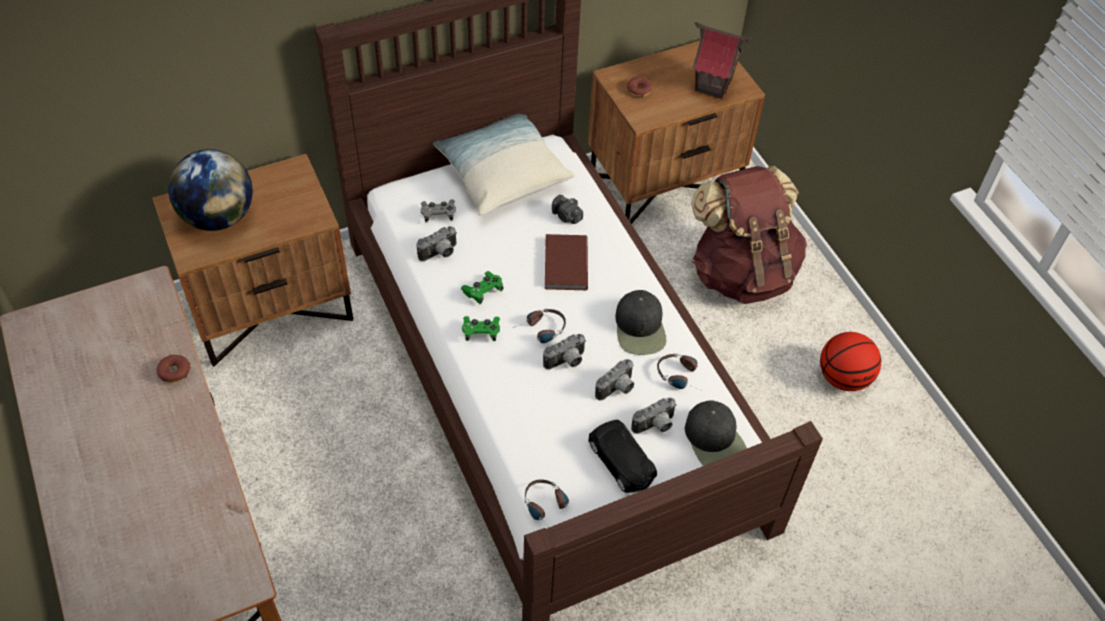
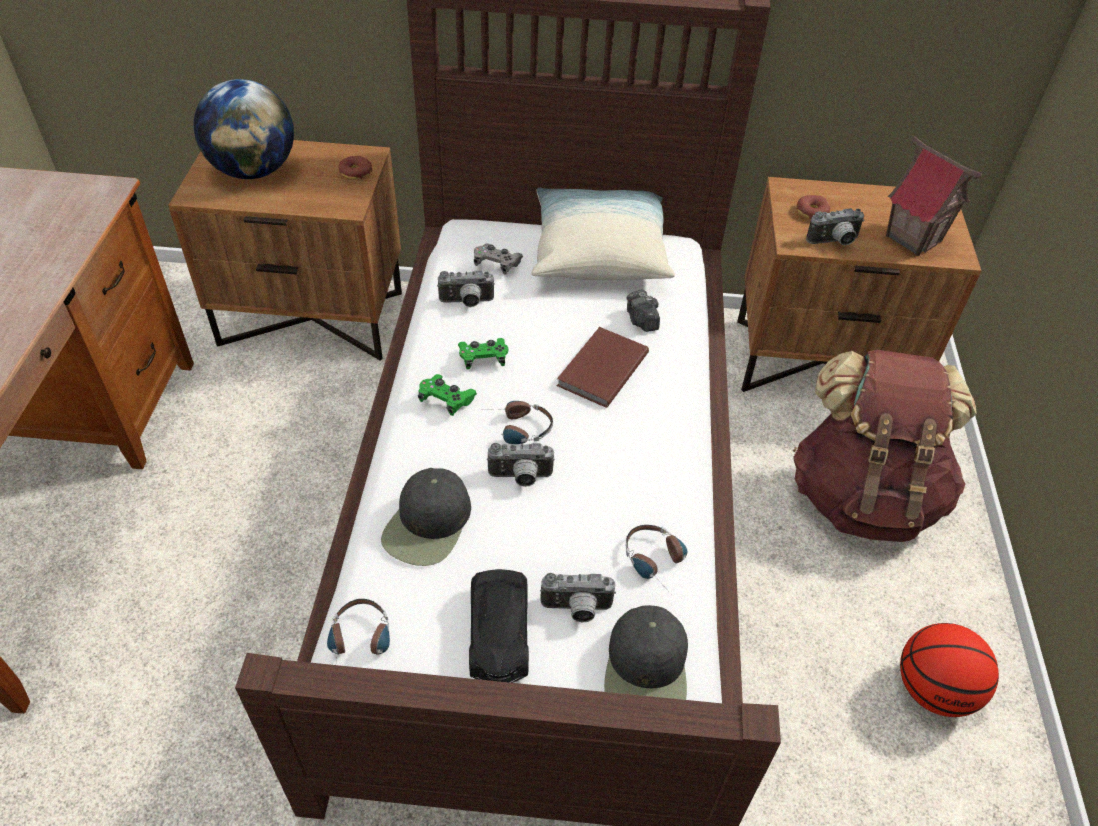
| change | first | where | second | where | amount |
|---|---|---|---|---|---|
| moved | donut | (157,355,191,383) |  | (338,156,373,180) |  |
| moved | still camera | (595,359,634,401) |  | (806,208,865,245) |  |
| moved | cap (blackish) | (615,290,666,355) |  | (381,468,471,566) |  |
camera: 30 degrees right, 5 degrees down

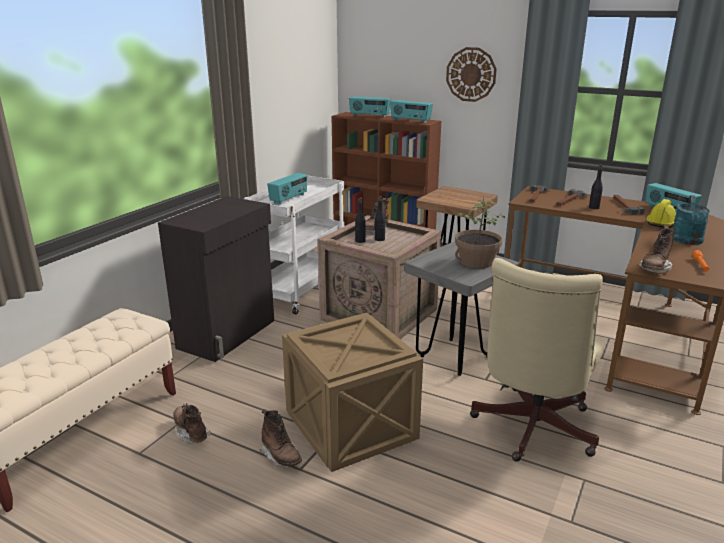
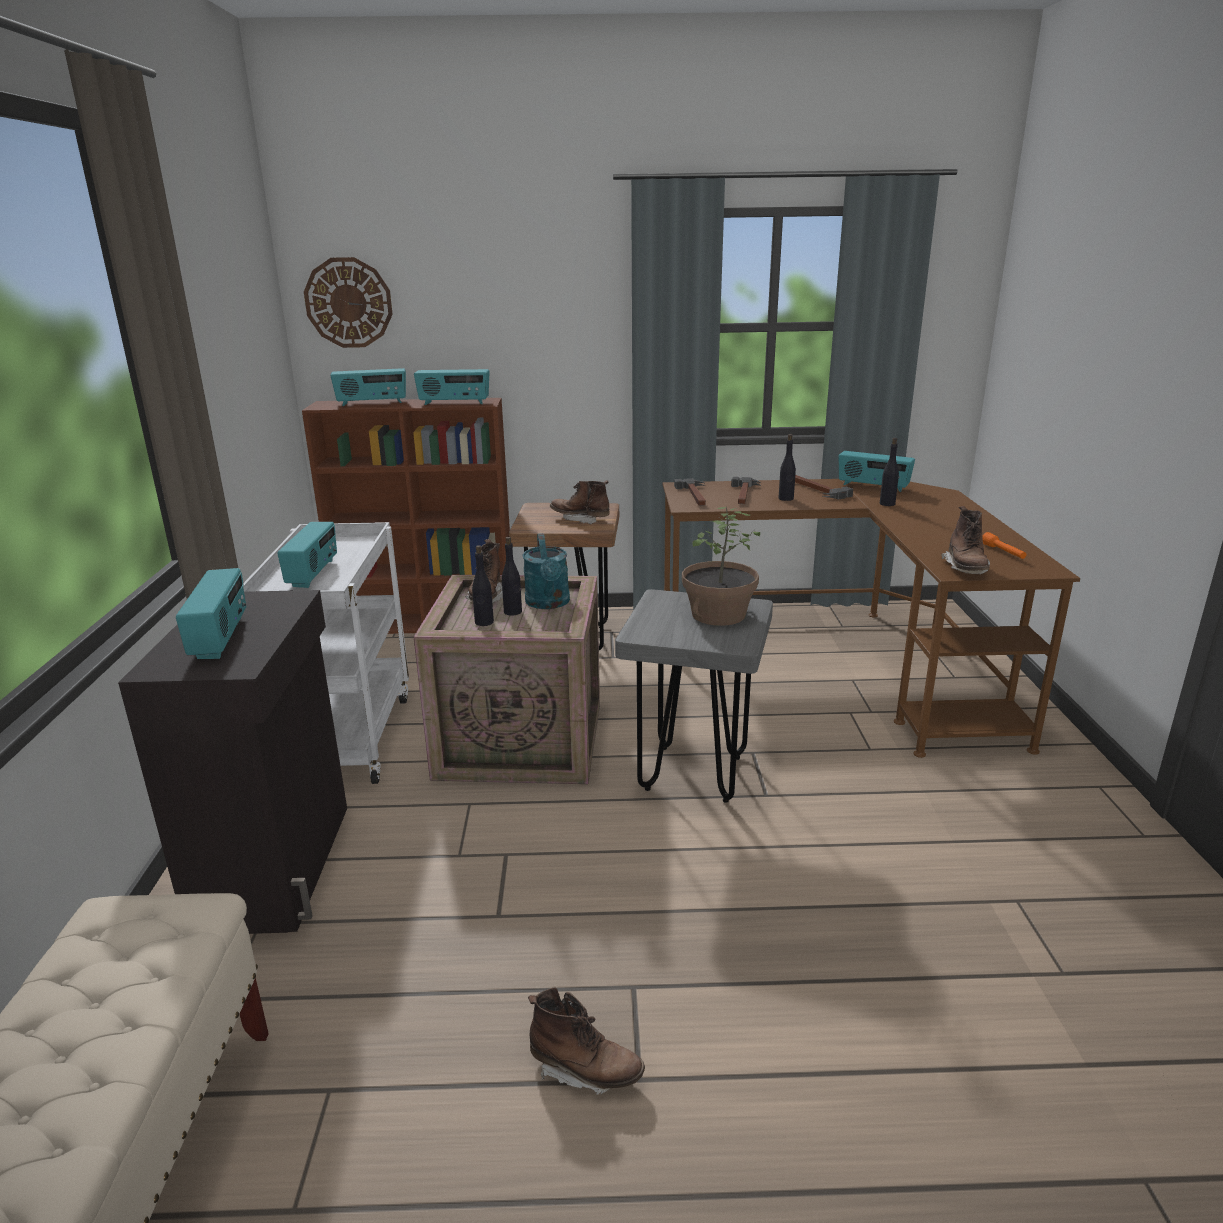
| change | first | where | second | where | amount |
|---|---|---|---|---|---|
| moved | high-top boot (brown) | (173,403,210,444) |  | (550,480,610,524) |  |
| removed | crate | (282,313,423,472) |  |  |  |
| moved | hanging clock | (446,47,497,102) |  | (304,257,393,348) |  |
| removed | office chair (sand-coloured) | (470,258,603,462) |  |  |  |
| replaced | safety helmet (yellow-coloured) | (647,199,676,228) | drink bottle (blackish) | (880,438,899,506) |  |
| moved | watering can (turquoise-coloured) | (673,195,710,245) |  | (523,533,570,609) |  |
| added |  |  | radio receiver | (176,568,246,659) |  |
camera: 30 degrees left, 0 degrees up

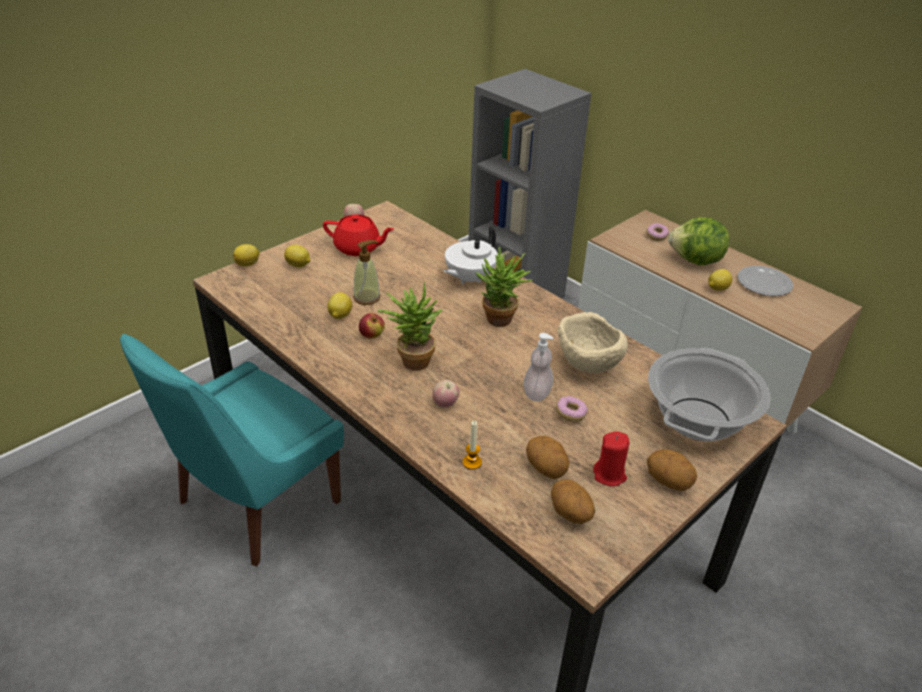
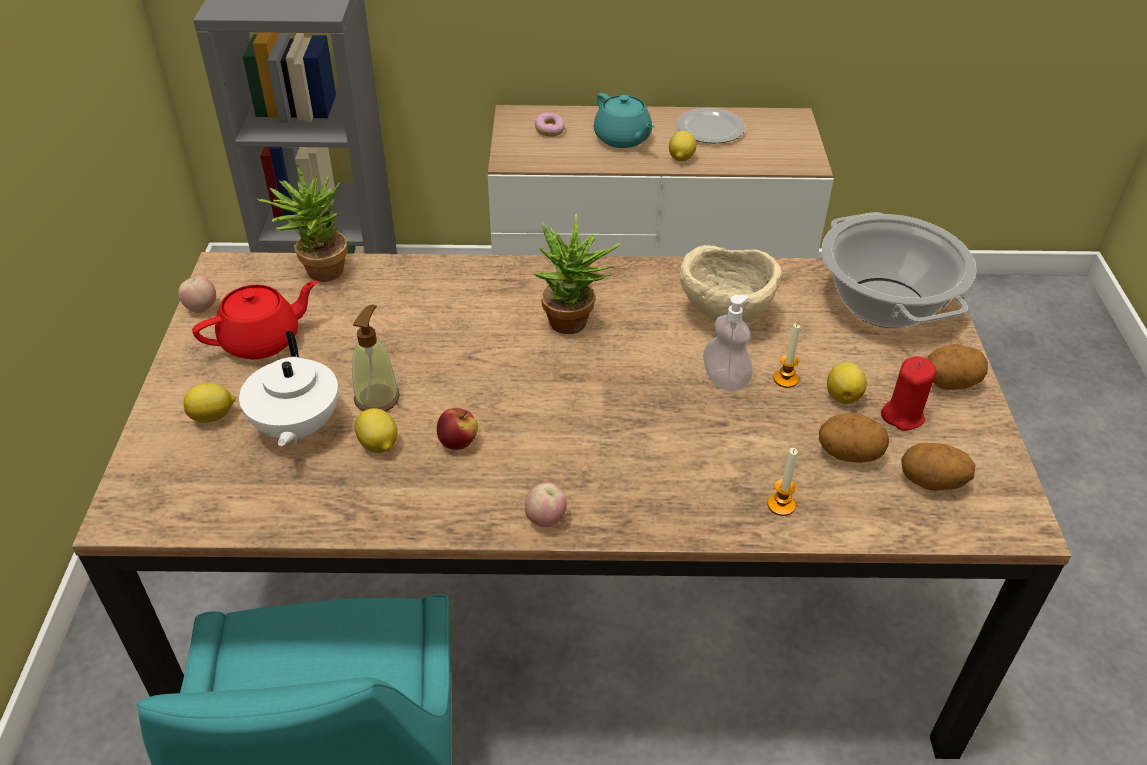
| change | first | where | second | where | amount |
|---|---|---|---|---|---|
| moved | whole lemon | (233,244,260,267) |  | (827,362,867,404) |  |
| moved | houseplant | (378,282,442,371) |  | (257,163,348,282) |  |
| moved | apple fruit | (432,380,459,407) |  | (525,483,567,527) |  |
| moved | teapot (white-coloured) | (444,227,498,284) |  | (239,331,338,446) |  |
| replaced | donut | (556,396,588,422) | wax light | (773,323,800,388) |  |
| replaced | head of lettuce | (668,217,729,266) | teapot (turquoise-coloured) | (594,93,654,148) |  |
camera: 45 degrees left, 5 degrees up

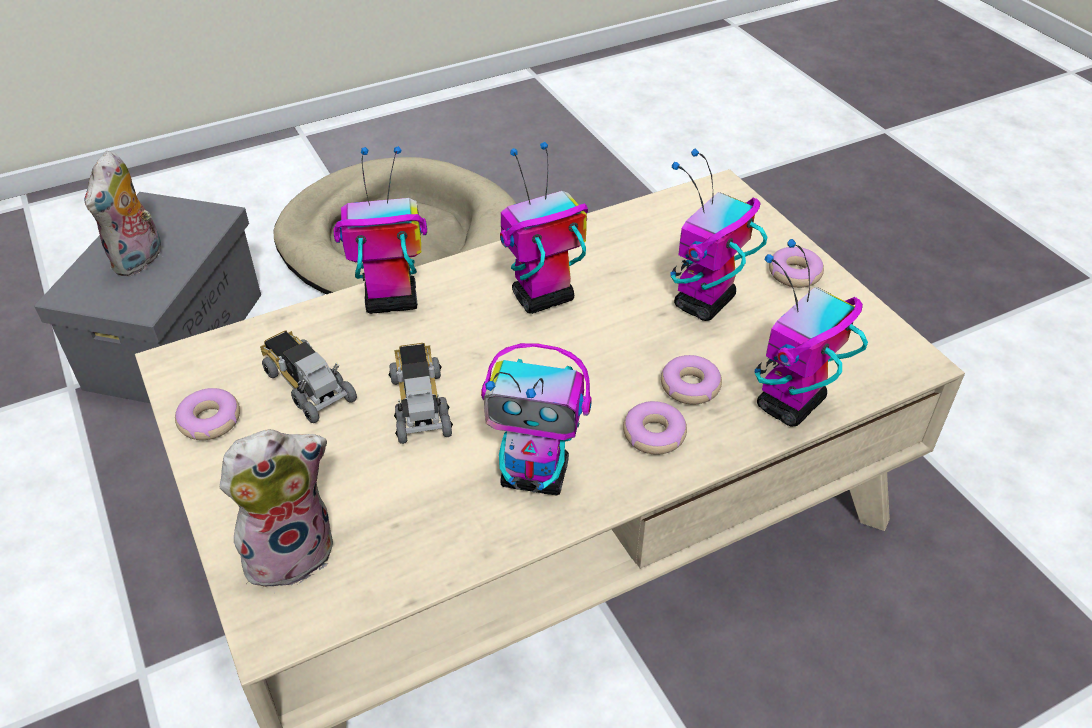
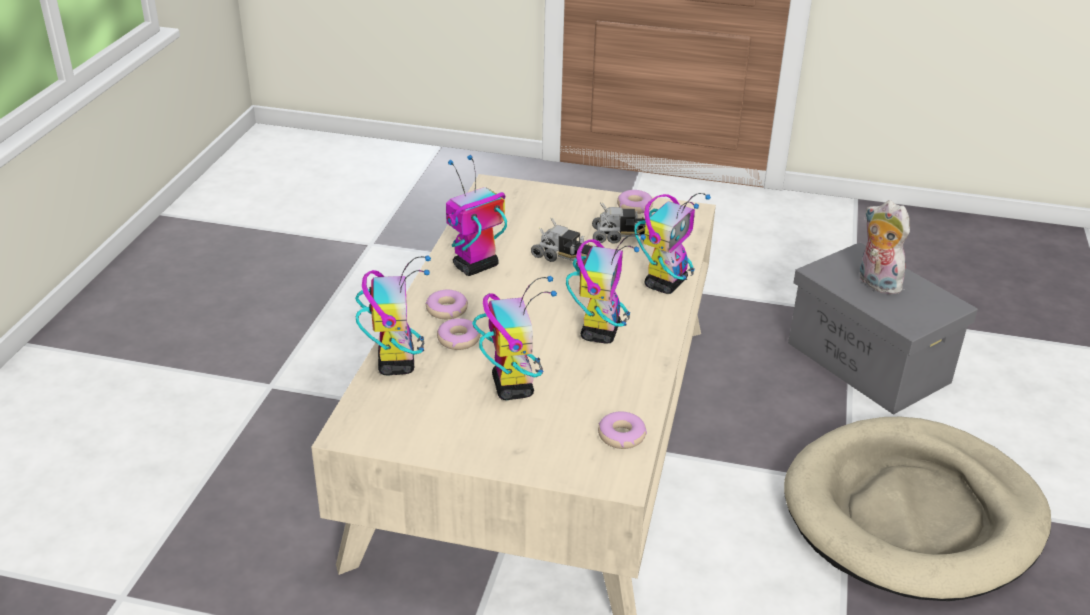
| change | first | where | second | where | amount |
|---|---|---|---|---|---|
| removed | cuddly toy | (220,429,333,593) |  |  |  |
| moved | donut | (769,247,824,288) |  | (598,411,647,449) |  |
camera: 130 degrees right, 10 degrees down

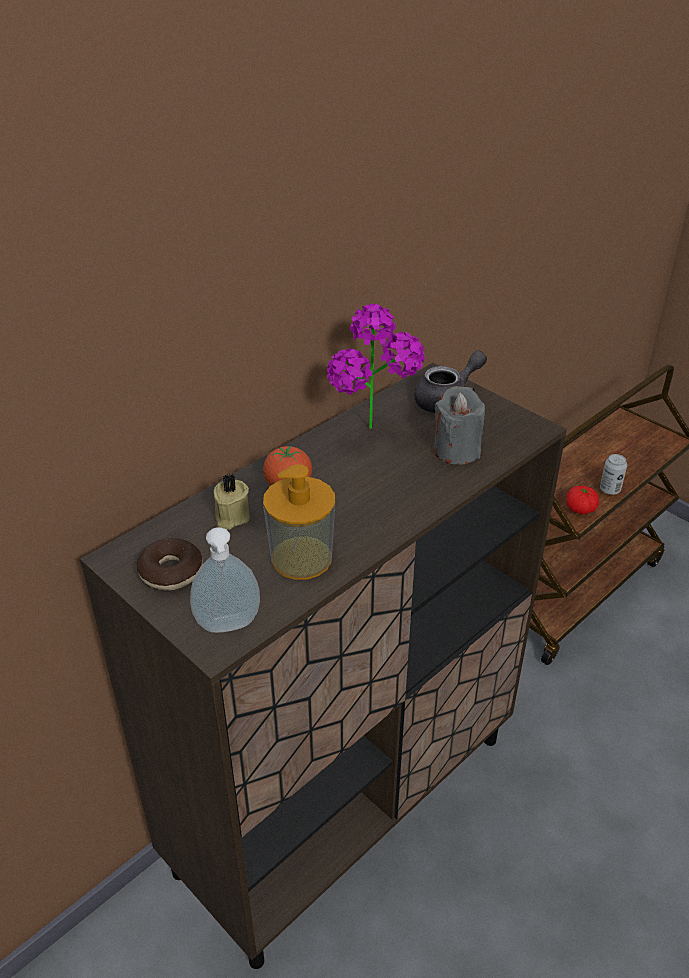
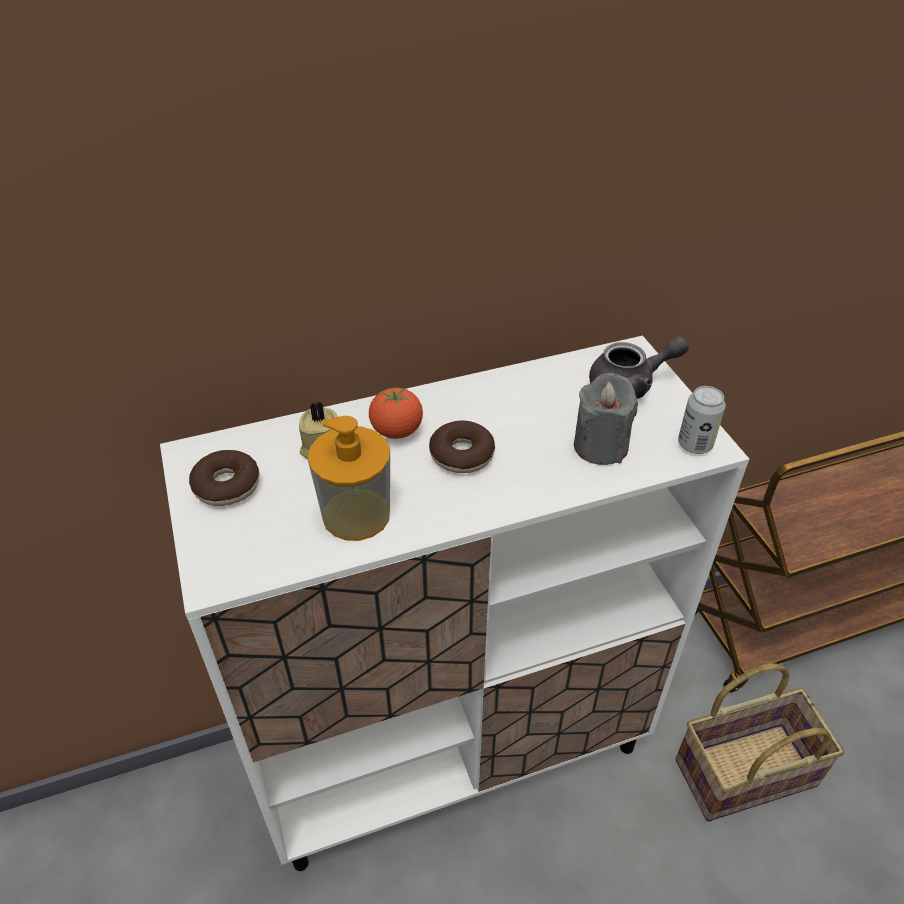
| change | first | where | second | where | amount |
|---|---|---|---|---|---|
| recoloured | storage cabinet (brown) | (80,363,567,969) | storage cabinet (white-coloured) | (160,336,749,871) |  |
| removed | liquid soap bottle | (190,527,260,633) |  |  |  |
| removed | houseplant | (327,304,425,429) |  |  |  |
| removed | fresh tomato | (566,486,599,514) |  |  |  |
| moved | metal can | (600,454,627,495) |  | (678,386,726,454) |  |
| added |  |  | donut | (429,421,495,473) |  |
| added |  |  | basket | (675,663,844,821) |  |
camera: 25 degrees right, 5 degrees up

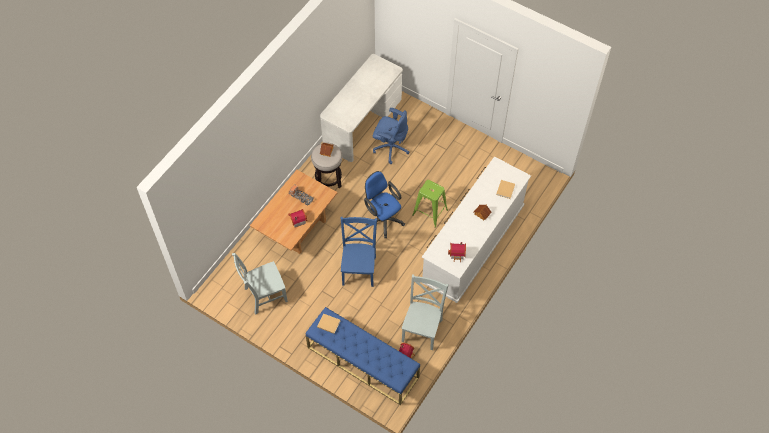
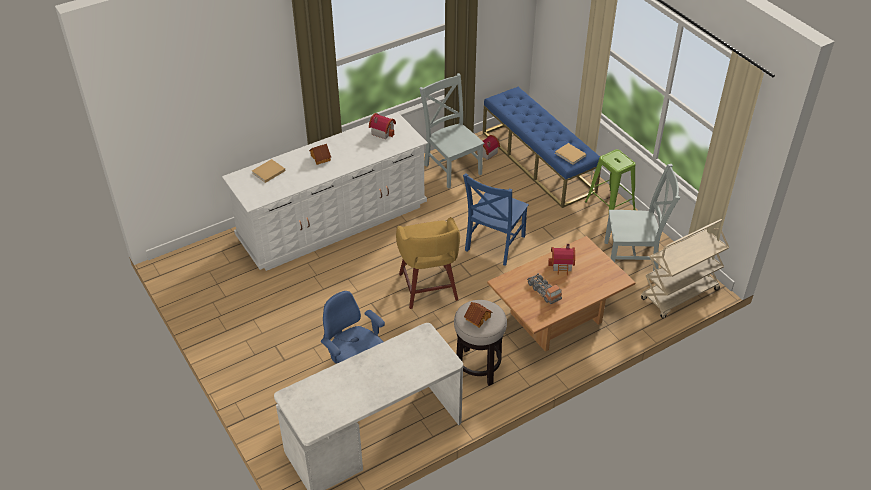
| change | first | where | second | where | amount |
|---|---|---|---|---|---|
| replaced | office chair (blue) | (364,171,405,238) | stool (yellow-coloured) | (396,217,460,309) |  |
| turned | upright chair (grey) | (402,275,449,350) |  | (419,73,484,189) | 105 degrees clockwise |
| moved | stool (green-coloured) | (412,180,448,228) |  | (585,149,636,210) |  |
| added |  |  | wheeled cart (sand-coloured) | (641,219,729,319) |  |
camera: 155 degrees left, 15 degrees down

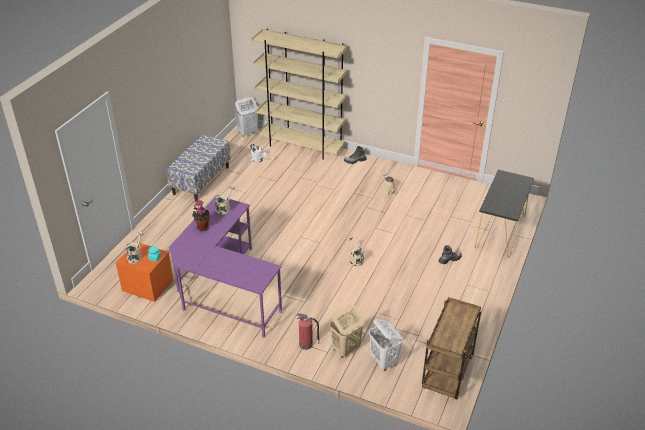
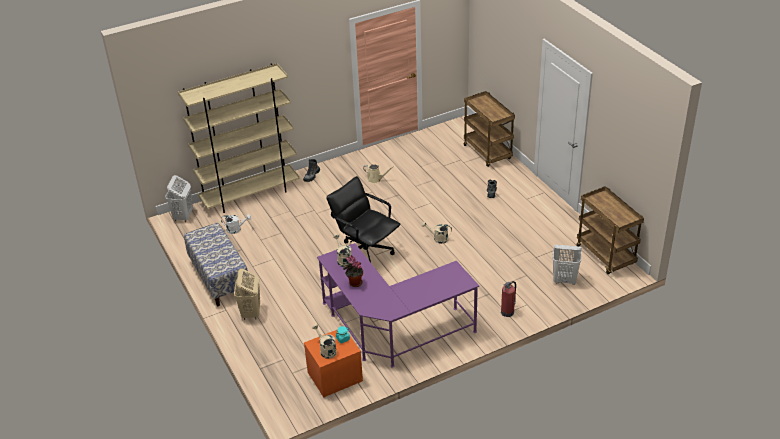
| change | first | where | second | where | amount |
|---|---|---|---|---|---|
| moved | laundry basket (sand-coloured) | (329,304,364,358) |  | (234,269,260,320) |  |
| replaced | narrow table (blackish) | (475,170,534,258) | wheeled cart (brown) | (464,91,515,167) |  |
| added |  |  | office chair (blackish) | (326,176,400,262) |  |
camera: 50 degrees left, 0 degrees up

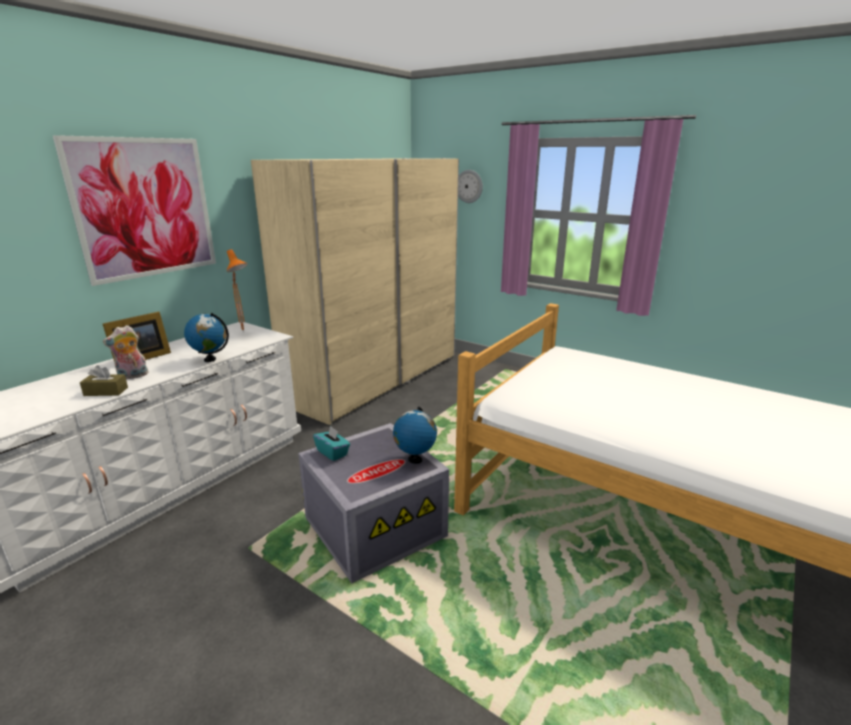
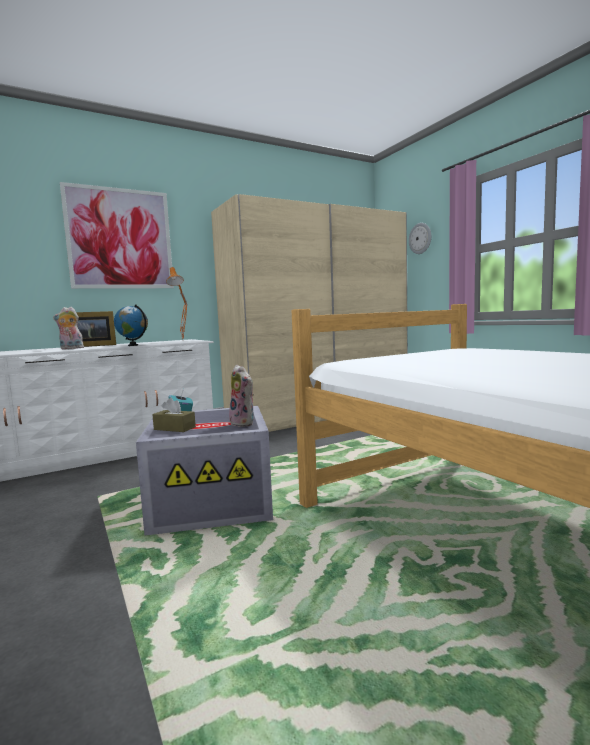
| change | first | where | second | where | amount |
|---|---|---|---|---|---|
| moved | tissue holder (brown) | (80,365,128,396) |  | (152,398,196,432) |  |
| replaced | globe | (393,407,437,464) | cuddly toy | (229,365,254,427) |  |
camera: 25 degrees right, 15 degrees down

